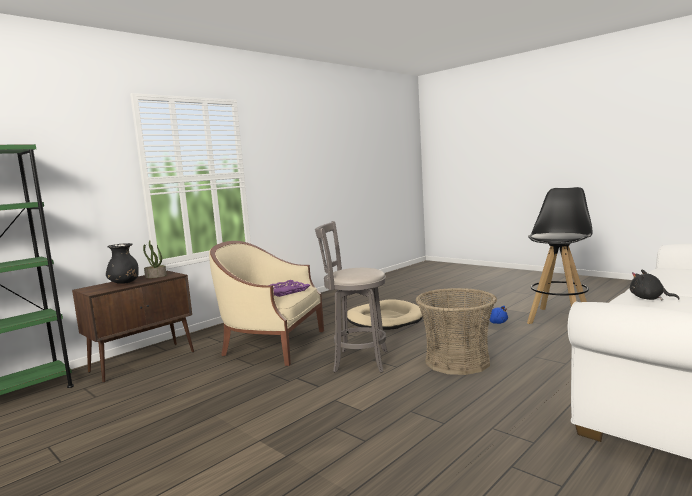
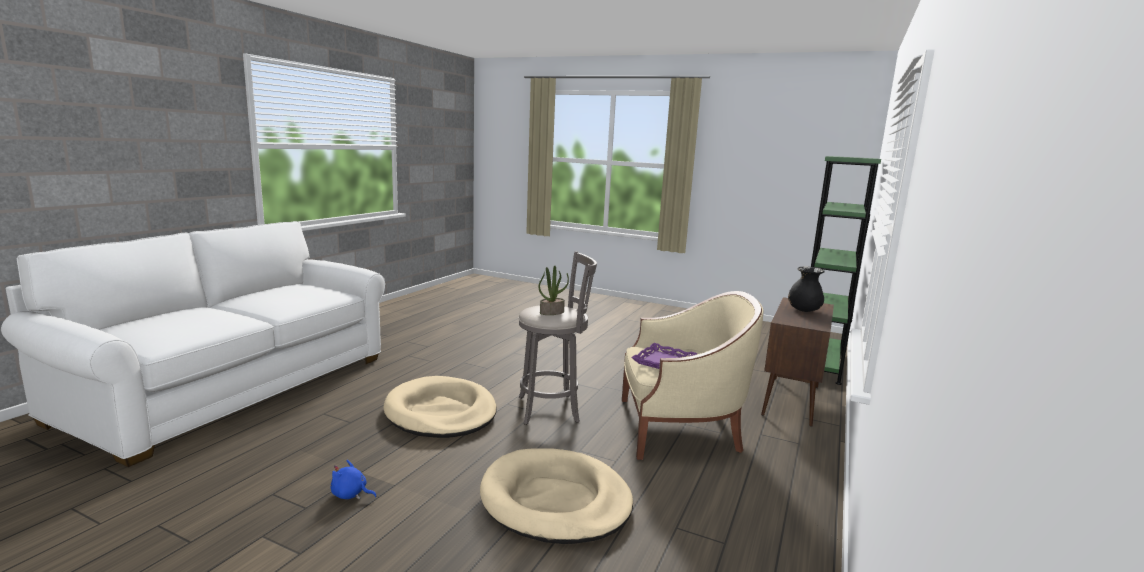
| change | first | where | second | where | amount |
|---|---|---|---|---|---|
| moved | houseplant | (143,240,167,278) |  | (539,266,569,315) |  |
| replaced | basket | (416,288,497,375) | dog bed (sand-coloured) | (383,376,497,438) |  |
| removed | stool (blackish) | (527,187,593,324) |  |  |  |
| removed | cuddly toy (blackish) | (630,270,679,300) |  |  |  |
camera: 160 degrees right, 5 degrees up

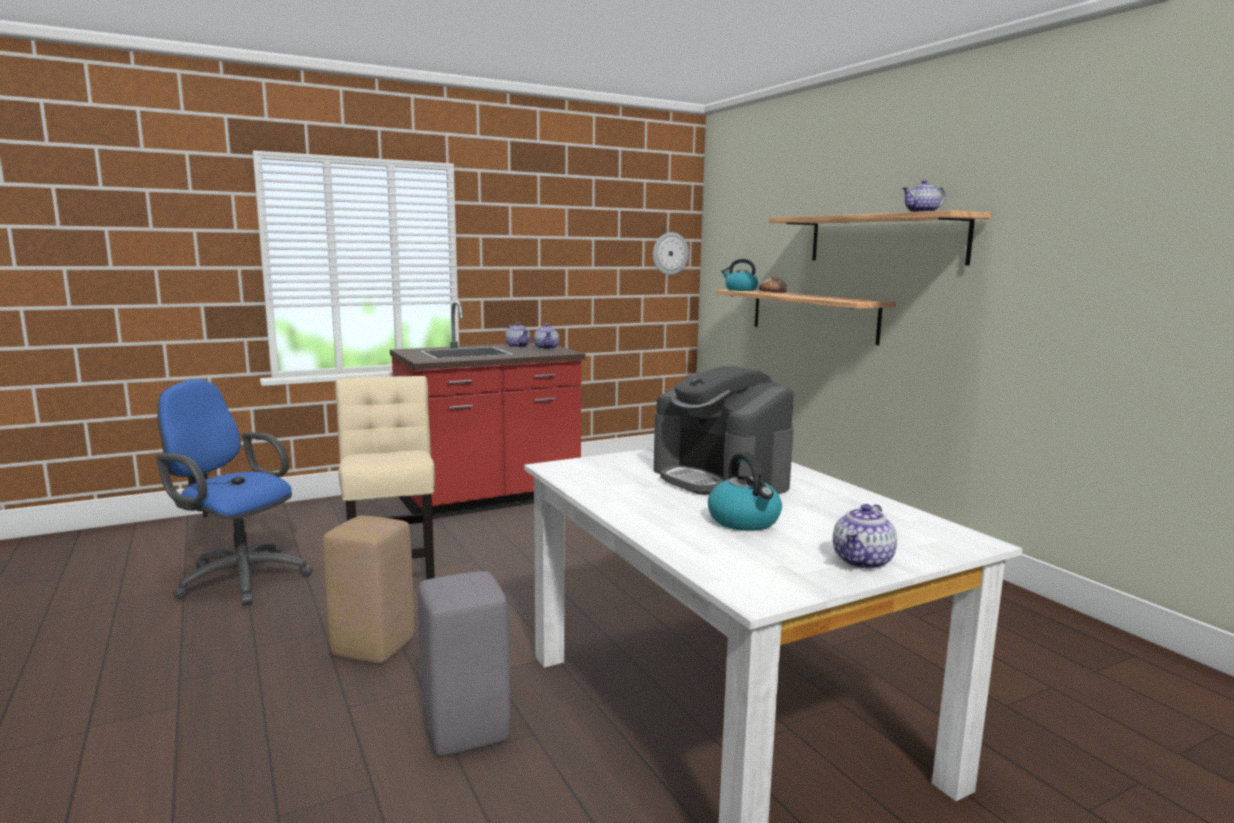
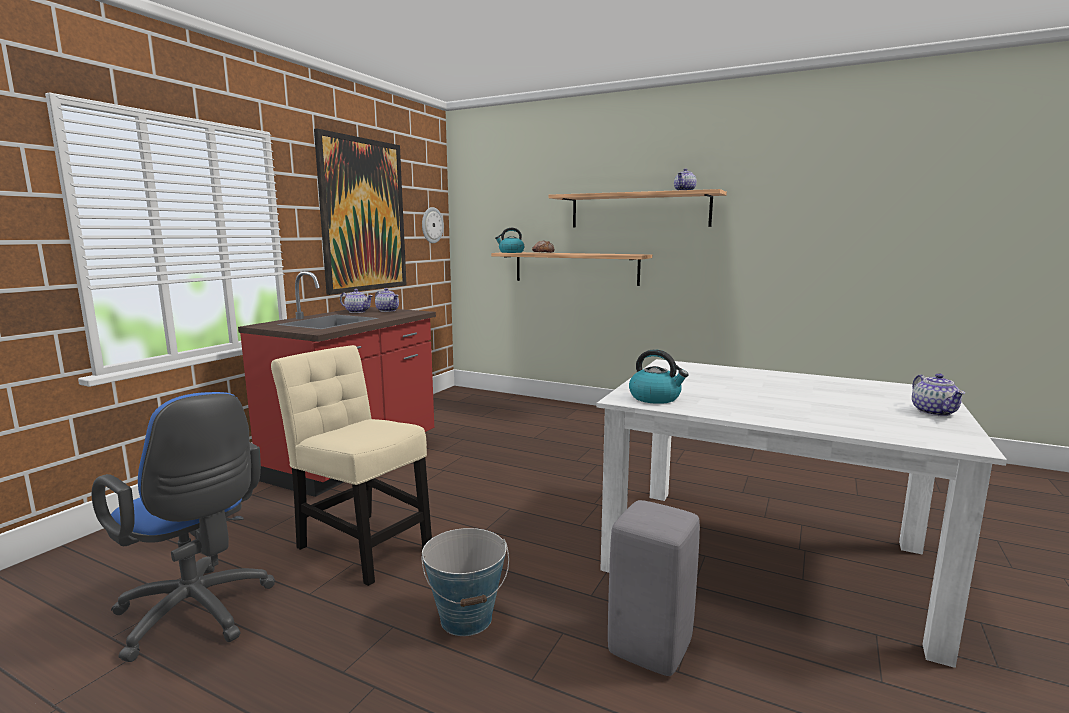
| change | first | where | second | where | amount |
|---|---|---|---|---|---|
| turned | office chair (blue) | (156,379,313,606) |  | (92,392,276,662) | 135 degrees counterclockwise |
| replaced | stool (sand-coloured) | (323,516,415,664) | water bucket | (421,528,509,636) |  |
| removed | coffee brewer | (654,366,794,495) |  |  |  |
| moved | kettle | (708,452,782,531) |  | (629,349,689,404) |  |
| added |  |  | wall art | (314,129,406,295) |  |
camera: 35 degrees left, 0 degrees up

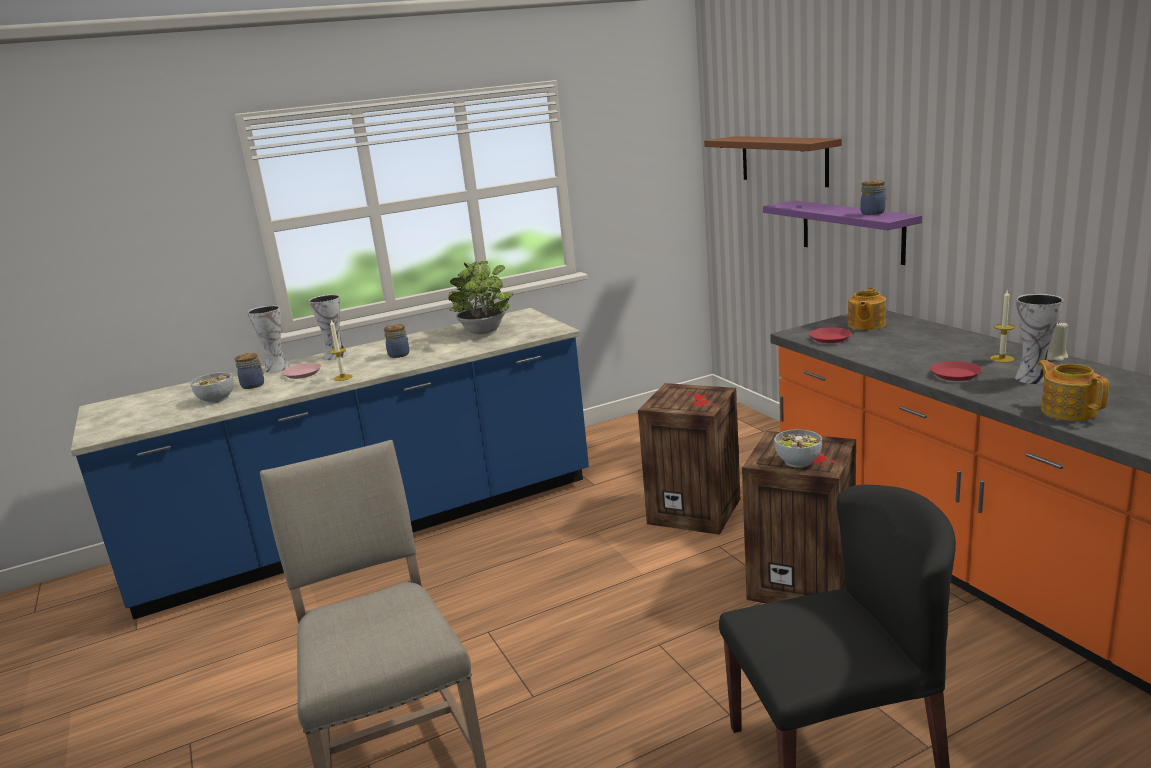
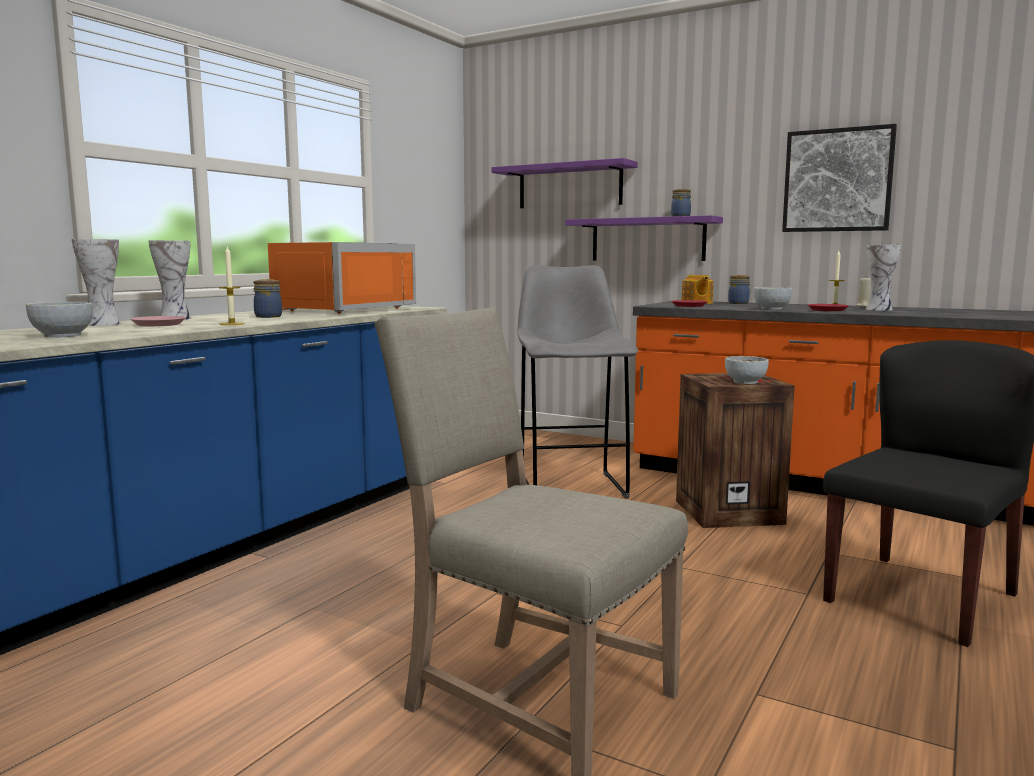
| change | first | where | second | where | amount |
|---|---|---|---|---|---|
| moved | preserve jar | (235,353,264,389) |  | (728,275,751,304) |  |
| replaced | houseplant | (448,261,513,334) | microwave oven (orangey) | (268,242,416,314) |  |
| replaced | crate | (638,383,740,535) | stool (grey) | (517,265,638,499) |  |
| recoloured | shelf (brown) | (704,136,842,187) | shelf (purple) | (492,158,638,208) |  |
| removed | teapot | (1037,360,1109,421) |  |  |  |
| added |  |  | serving bowl | (753,287,792,310) |  |
| added |  |  | wall art | (782,124,897,232) |  |
camera: 35 degrees left, 10 degrees down

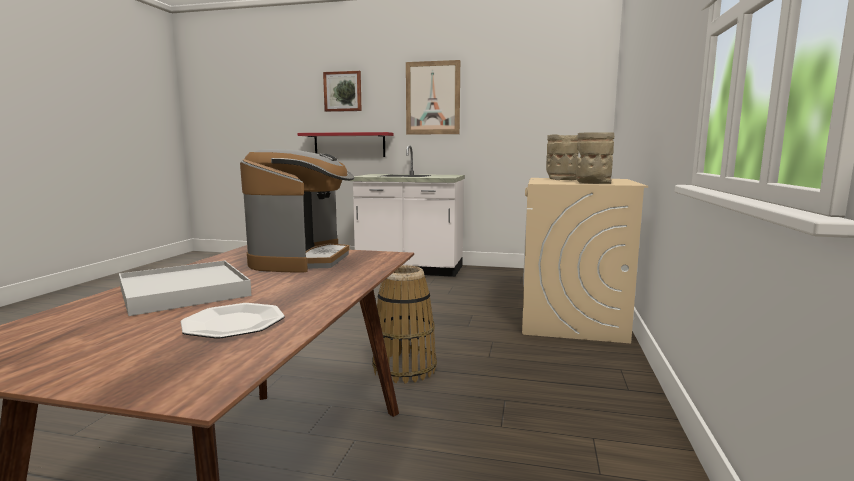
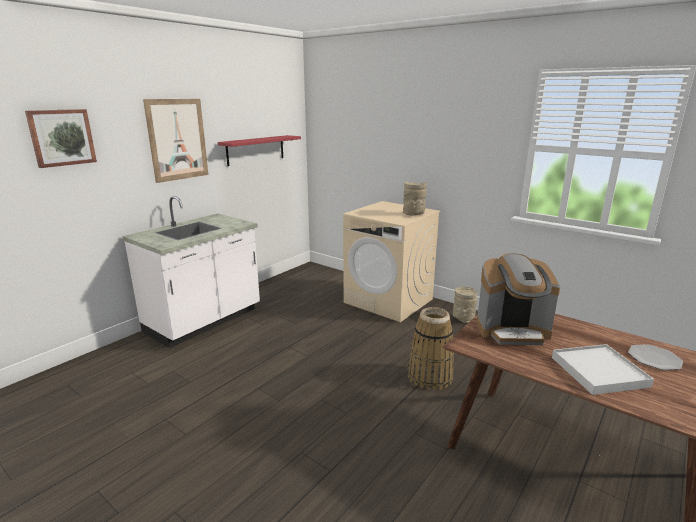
| change | first | where | second | where | amount |
|---|---|---|---|---|---|
| turned | coffee brewer | (240,149,354,272) |  | (476,253,560,345) | 150 degrees clockwise |
| moved | shelf (reddish) | (297,132,393,157) |  | (218,135,301,166) |  |
| moved | decorative vase (sand-coloured) | (546,135,579,180) |  | (453,286,477,323) |  |
camera: 65 degrees left, 10 degrees up

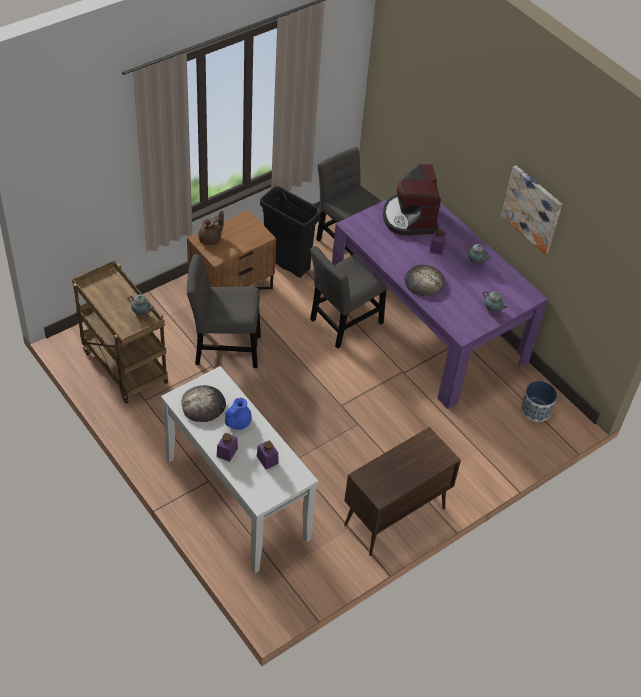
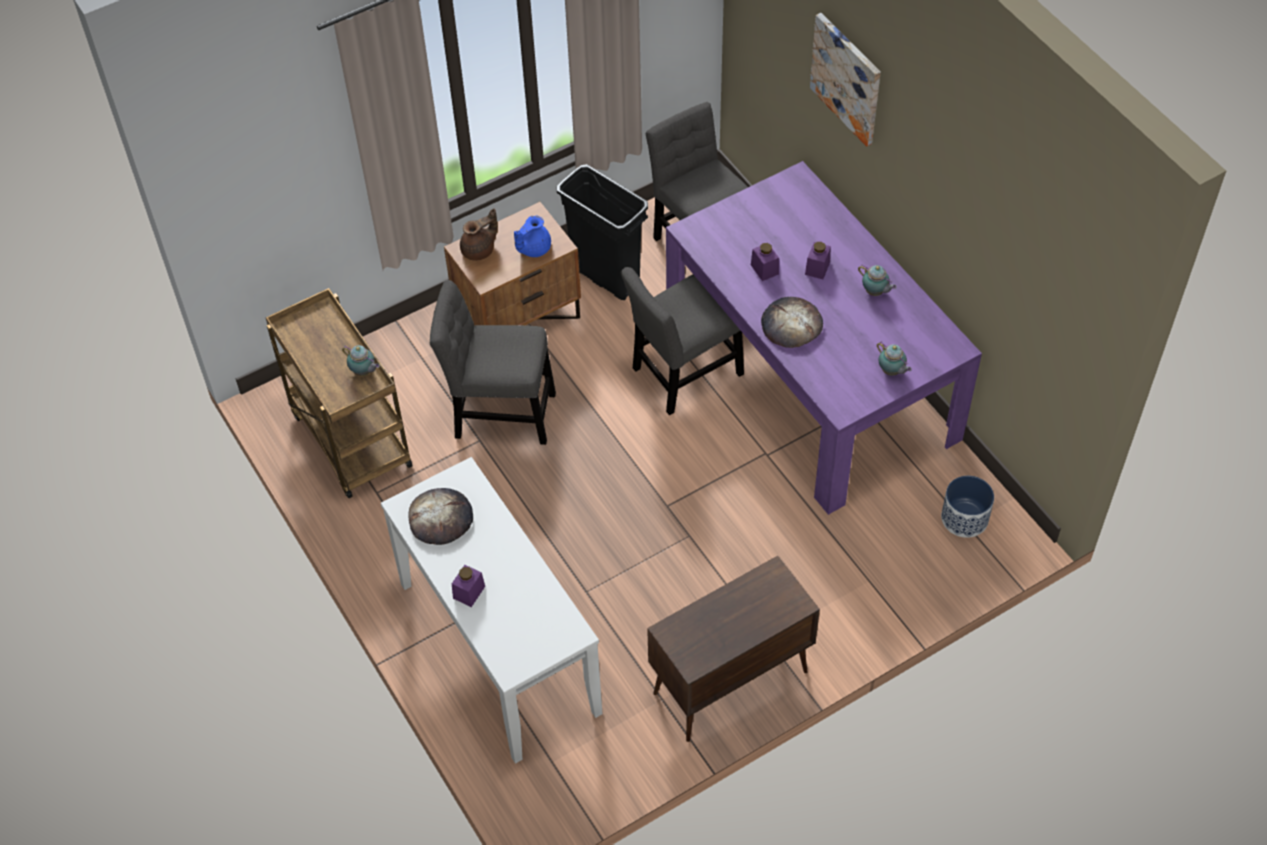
| change | first | where | second | where | amount |
|---|---|---|---|---|---|
| moved | teapot (blue) | (225,398,252,430) |  | (514,216,551,257) |  |
| moved | preserve jar (purple) | (257,440,279,469) |  | (751,243,779,281) |  |
| removed | coffee brewer | (383,164,441,235) |  |  |  |
| moved | wall art | (501,165,562,254) |  | (810,13,881,147) |  |
camera: 10 degrees right, 5 degrees up

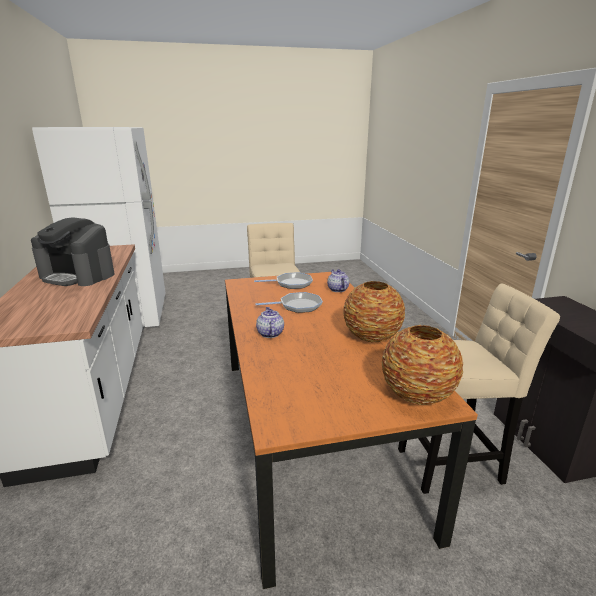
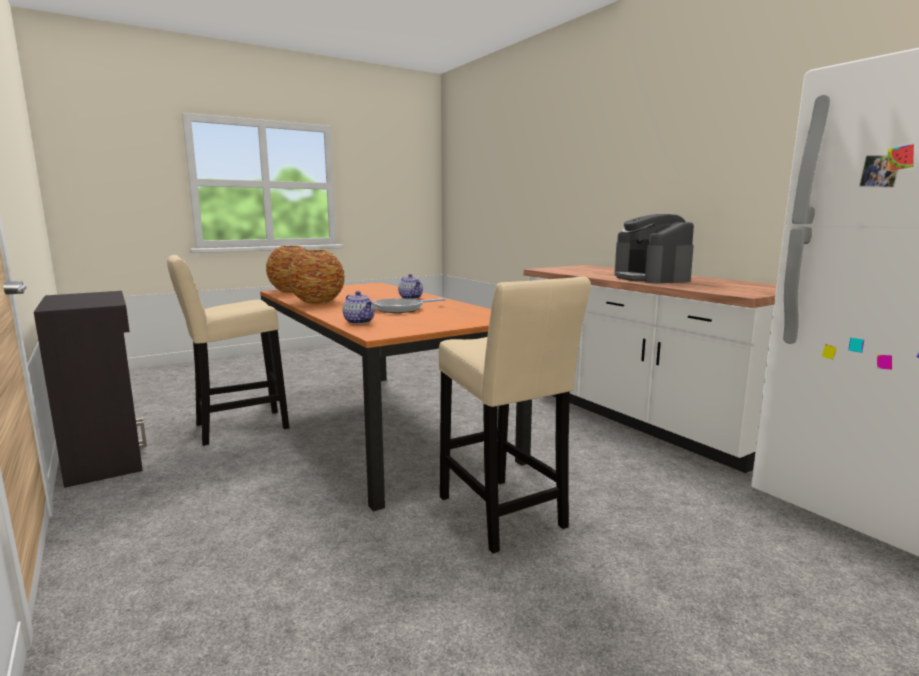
| change | first | where | second | where | amount |
|---|---|---|---|---|---|
| turned | coffee brewer | (31,217,115,286) |  | (614,214,694,283) | 105 degrees counterclockwise |
| removed | pan | (254,272,313,289) |  |  |  |
camera: 160 degrees right, 10 degrees down

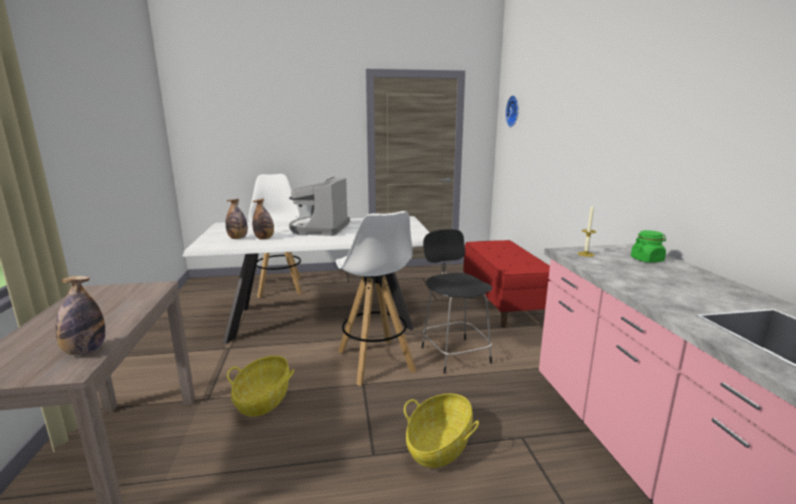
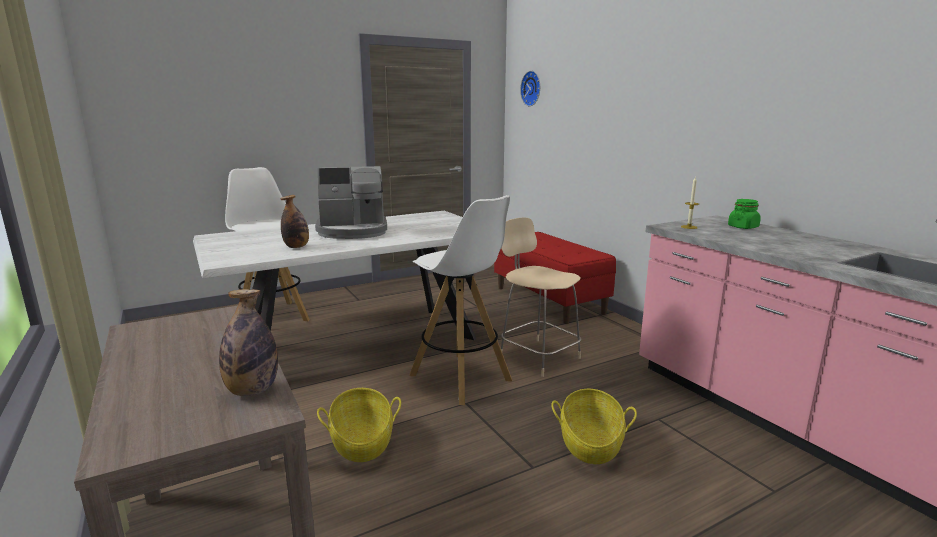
| change | first | where | second | where | amount |
|---|---|---|---|---|---|
| removed | drink bottle | (226,199,248,239) |  |  |  |
| turned | coffee brewer | (289,177,350,236) |  | (315,166,387,239) | 90 degrees counterclockwise |
| recoloured | stool (blackish) | (421,229,492,374) | stool (sand-coloured) | (501,217,581,377) |  |
camera: 20 degrees left, 0 degrees up

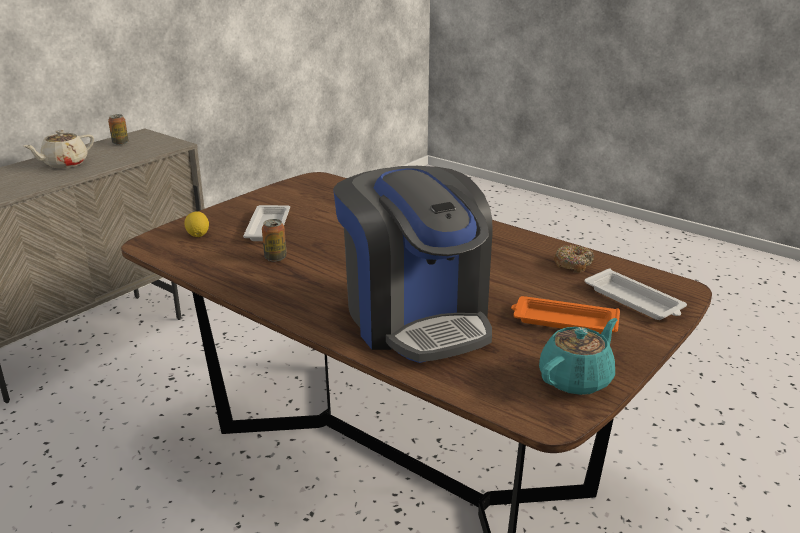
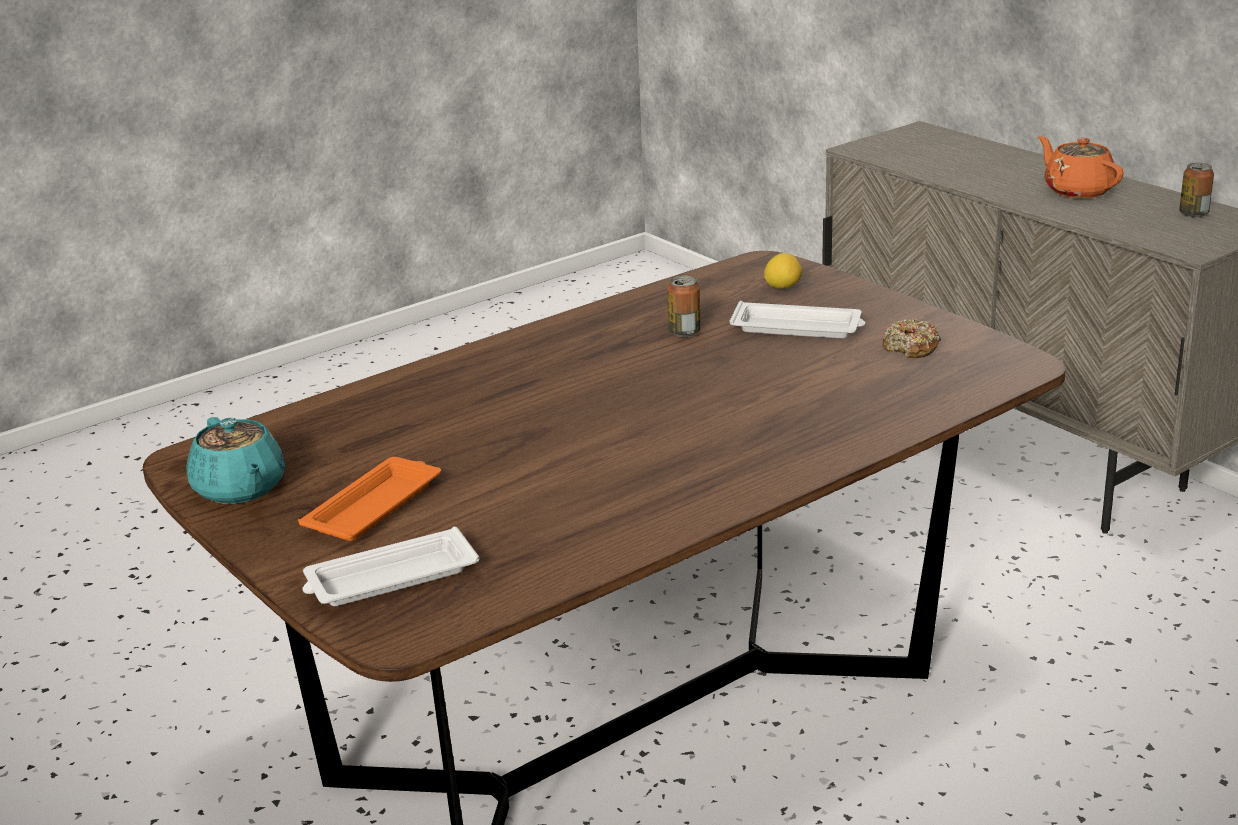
| change | first | where | second | where | amount |
|---|---|---|---|---|---|
| recoloured | teapot (sand-coloured) | (24,130,94,168) | teapot (orangey) | (1038,136,1124,198) |  |
| removed | coffee brewer | (333,166,493,363) |  |  |  |
| moved | donut | (554,244,594,273) |  | (883,318,941,358) |  |
camera: 105 degrees right, 0 degrees up

